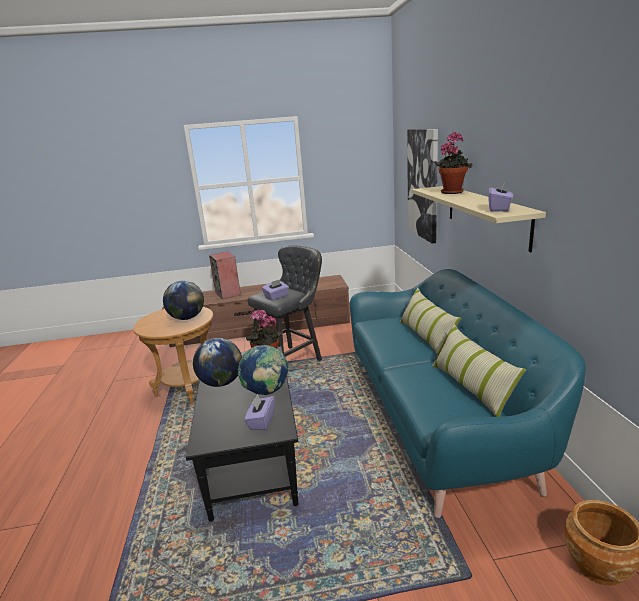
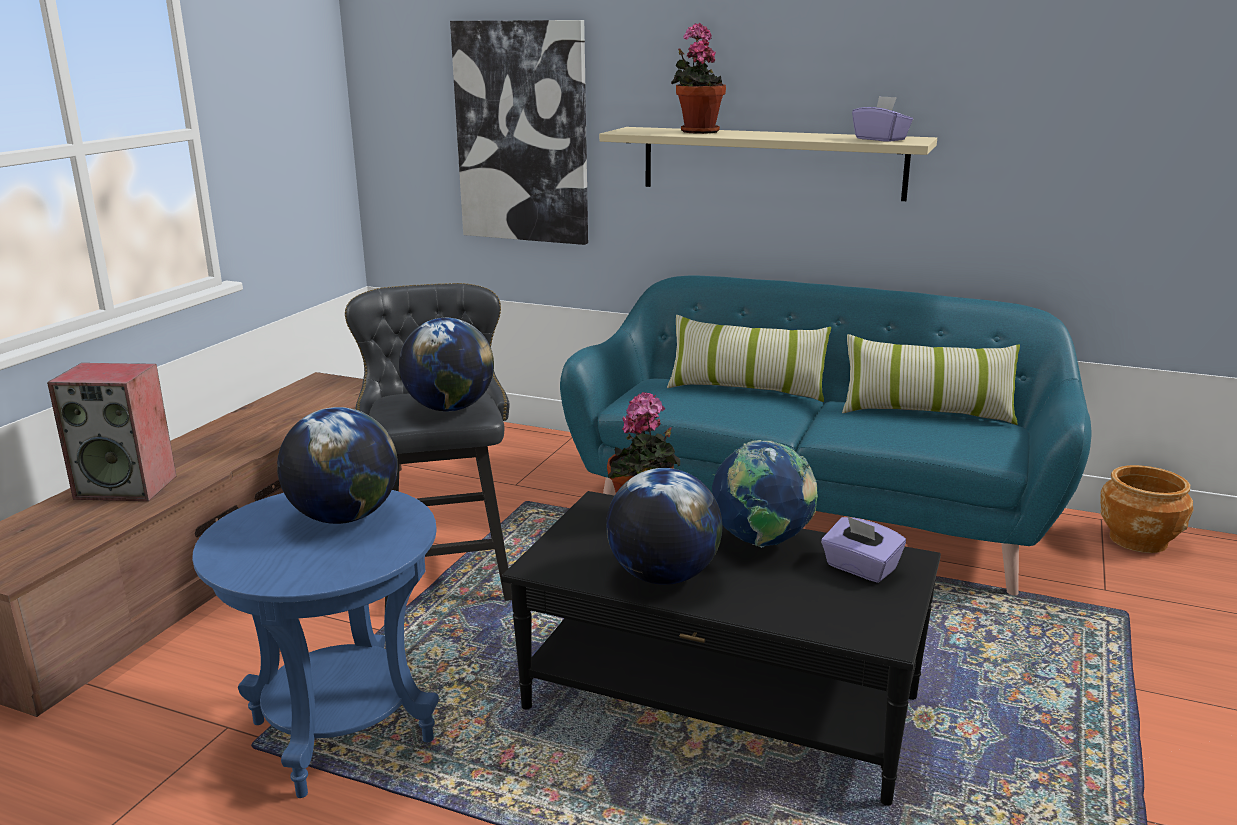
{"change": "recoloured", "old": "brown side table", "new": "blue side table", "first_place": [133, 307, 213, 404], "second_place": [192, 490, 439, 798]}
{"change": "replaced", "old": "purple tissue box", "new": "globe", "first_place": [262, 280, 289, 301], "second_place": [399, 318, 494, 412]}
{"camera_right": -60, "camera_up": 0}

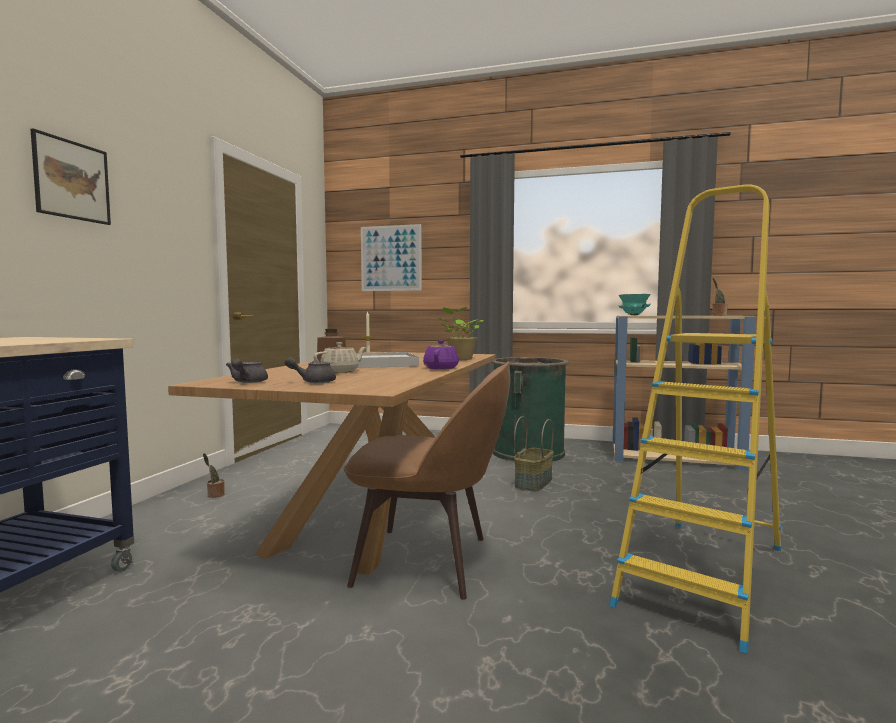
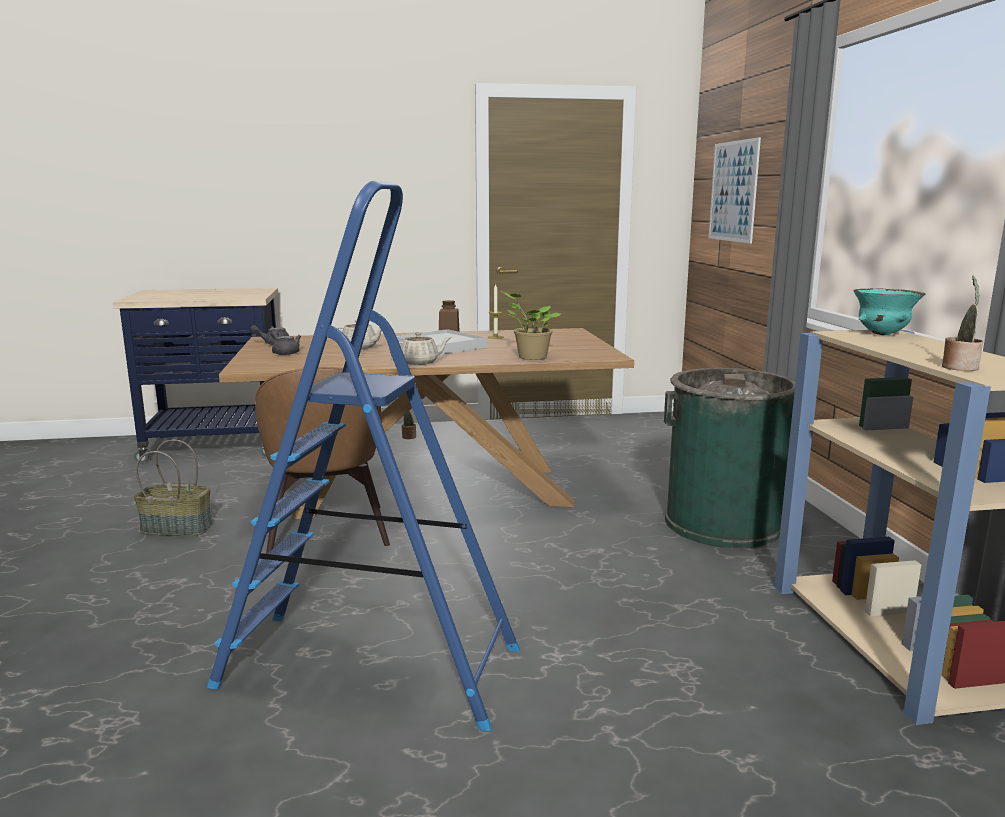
{"change": "moved", "old": "basket", "first_place": [514, 416, 554, 491], "second_place": [134, 439, 212, 536]}
{"change": "recoloured", "old": "yellow step ladder", "new": "blue step ladder", "first_place": [609, 184, 781, 654], "second_place": [207, 181, 520, 731]}
{"change": "recoloured", "old": "purple teapot", "new": "beige teapot", "first_place": [423, 340, 459, 369], "second_place": [389, 332, 451, 365]}
{"change": "removed", "old": "picture", "first_place": [31, 128, 111, 225]}
{"camera_right": 65, "camera_up": 10}

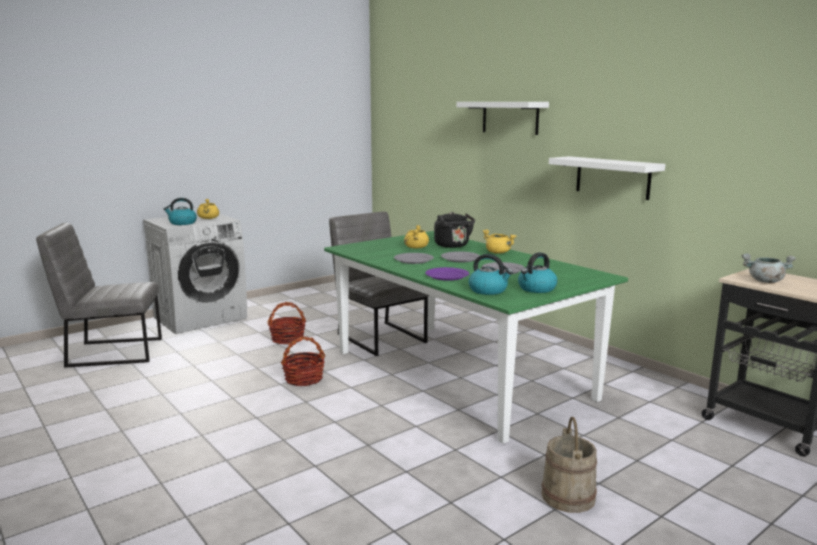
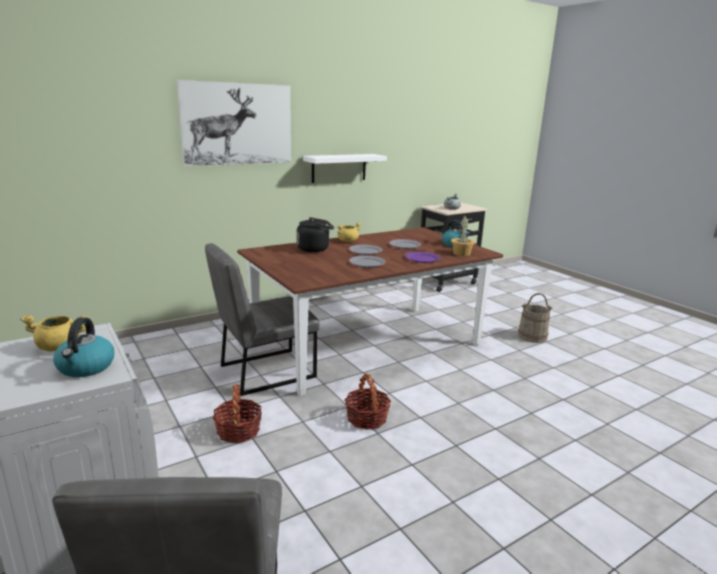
{"change": "replaced", "old": "white shelf", "new": "picture", "first_place": [456, 102, 549, 135], "second_place": [177, 80, 291, 166]}
{"change": "recoloured", "old": "green dining table", "new": "brown dining table", "first_place": [324, 231, 628, 444], "second_place": [237, 227, 503, 396]}
{"change": "replaced", "old": "kettle", "new": "potted plant", "first_place": [468, 254, 513, 295], "second_place": [451, 215, 475, 256]}
{"change": "removed", "old": "yellow cooking pot", "first_place": [404, 225, 429, 248]}
{"camera_right": -85, "camera_up": 5}

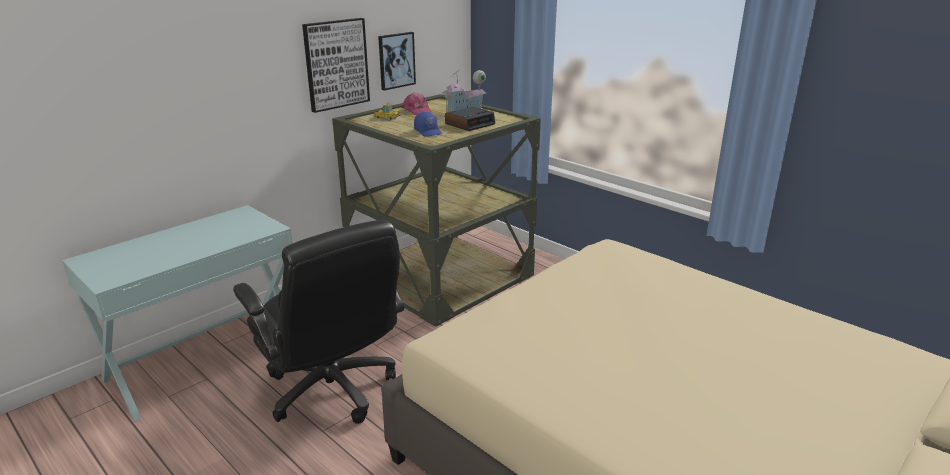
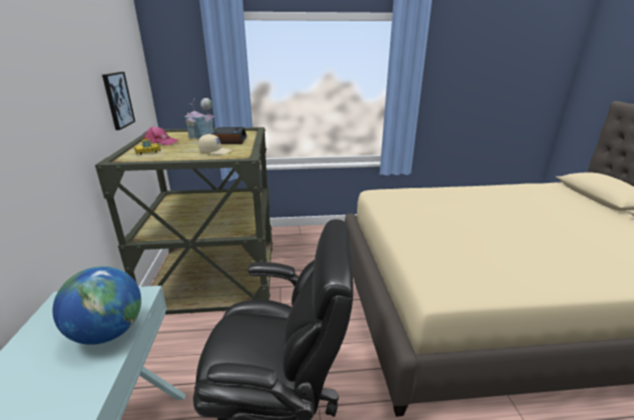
{"change": "added", "new": "globe", "second_place": [53, 266, 141, 345]}
{"change": "recoloured", "old": "blue cap", "new": "beige cap", "first_place": [414, 112, 443, 137], "second_place": [198, 134, 231, 155]}
{"change": "removed", "old": "picture", "first_place": [302, 18, 370, 113]}
{"camera_right": -50, "camera_up": 0}

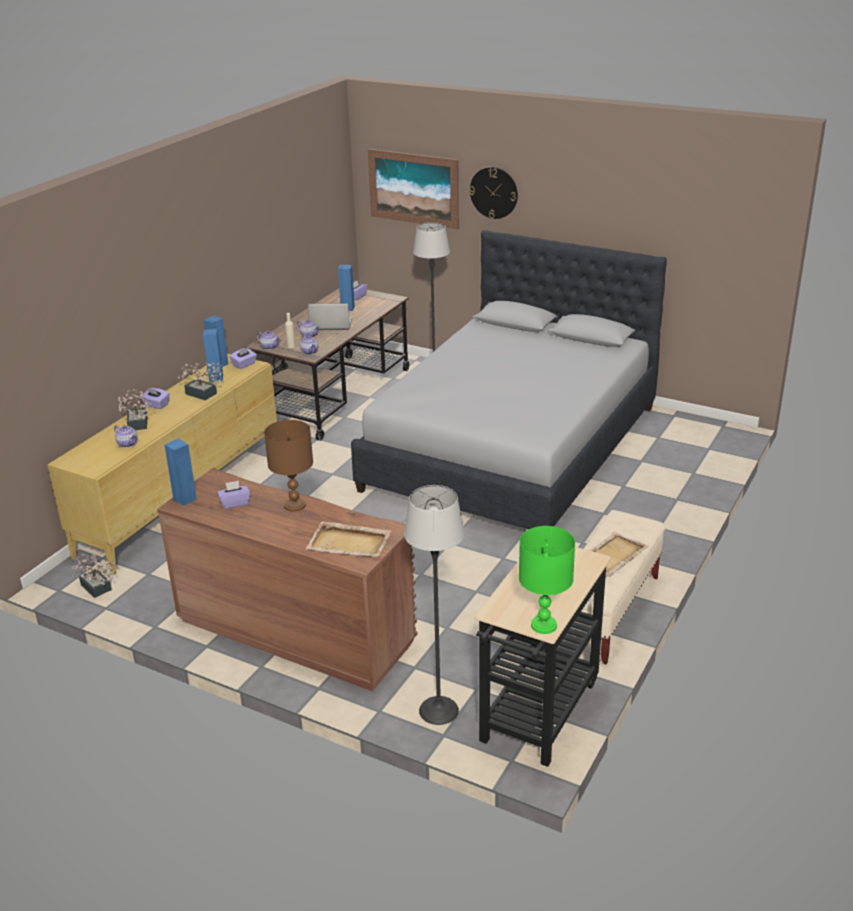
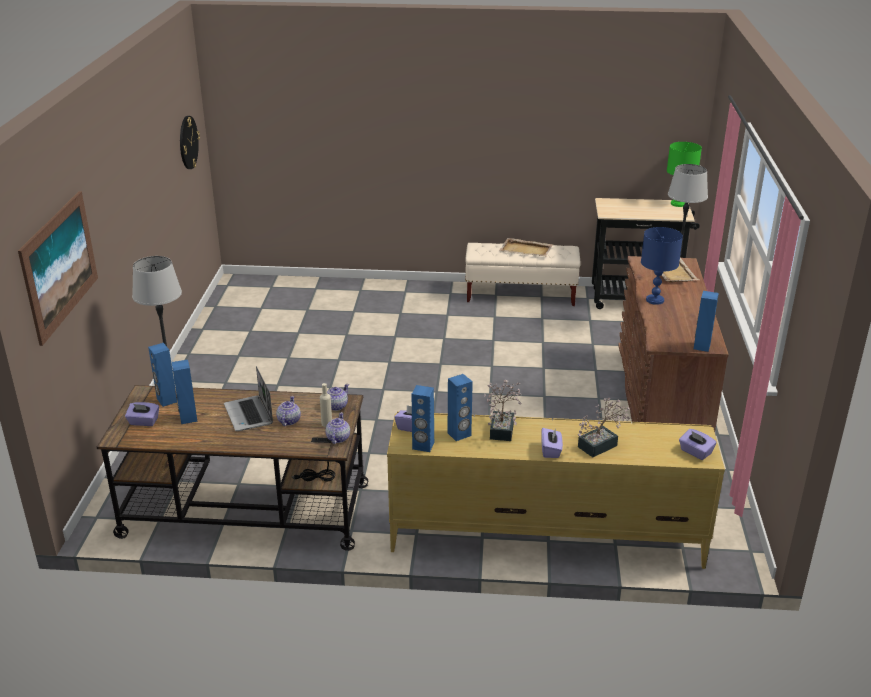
{"change": "added", "new": "blue speaker", "second_place": [148, 343, 177, 407]}
{"change": "moved", "old": "wall clock", "first_place": [469, 167, 518, 219], "second_place": [180, 116, 200, 169]}
{"change": "recoloured", "old": "brown table lamp", "new": "blue table lamp", "first_place": [264, 420, 313, 512], "second_place": [641, 227, 683, 305]}
{"change": "moved", "old": "purple tissue box", "first_place": [217, 481, 250, 509], "second_place": [679, 429, 717, 460]}
{"change": "removed", "old": "potted plant", "first_place": [71, 554, 115, 598]}
{"change": "removed", "old": "teapot", "first_place": [114, 425, 138, 448]}
{"change": "removed", "old": "grey bed", "first_place": [351, 230, 667, 529]}
{"camera_right": -115, "camera_up": 0}

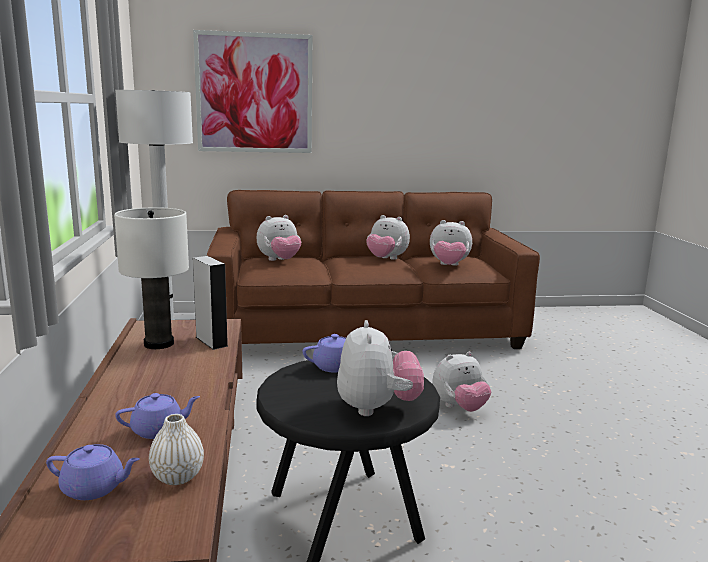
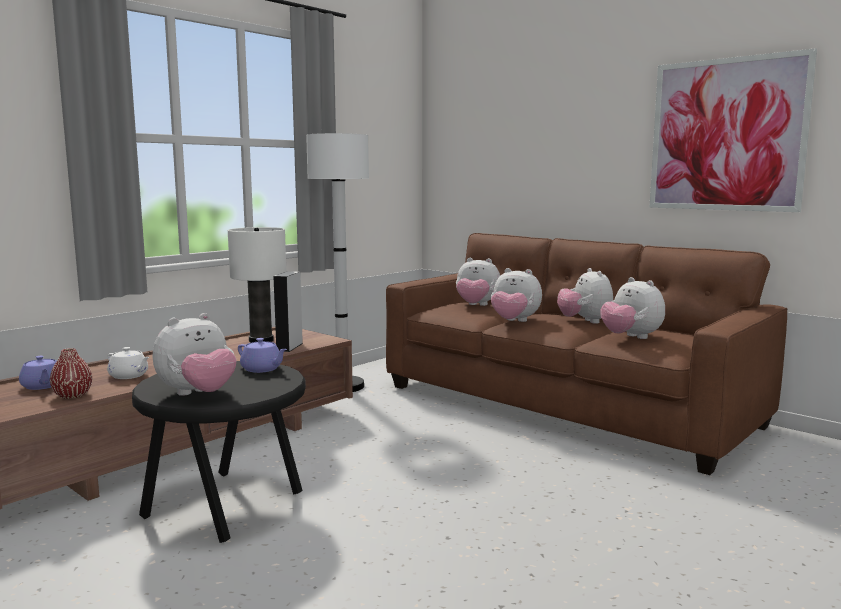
{"change": "recoloured", "old": "white vase", "new": "red vase", "first_place": [149, 414, 204, 485], "second_place": [50, 348, 92, 399]}
{"change": "recoloured", "old": "purple teapot", "new": "white teapot", "first_place": [115, 393, 200, 439], "second_place": [107, 347, 150, 379]}
{"change": "moved", "old": "plush toy", "first_place": [432, 352, 491, 412], "second_place": [491, 268, 542, 322]}
{"change": "moved", "old": "picture", "first_place": [193, 30, 312, 153], "second_place": [649, 48, 817, 212]}
{"camera_right": 50, "camera_up": -5}

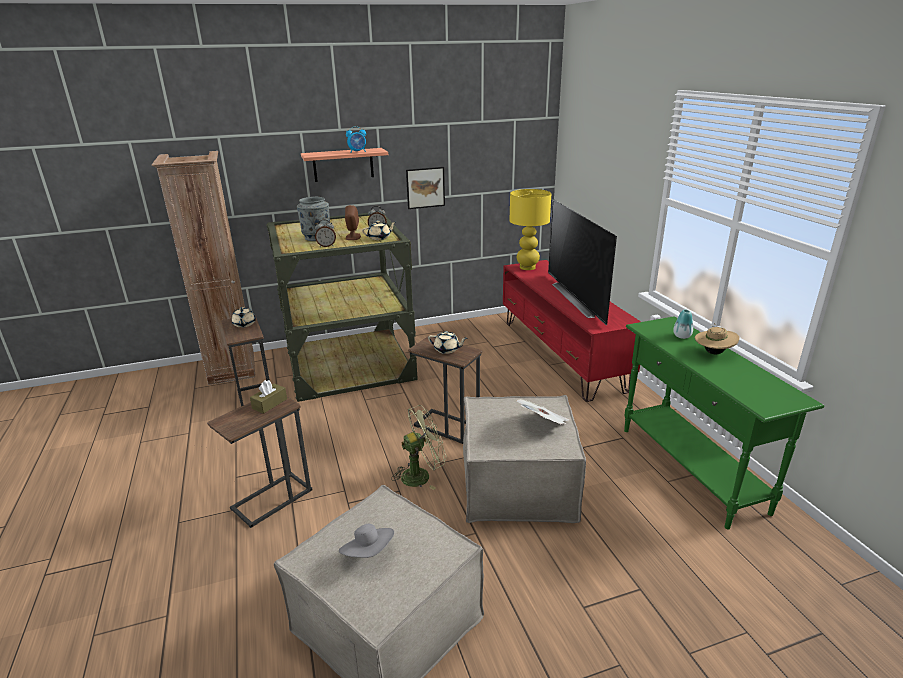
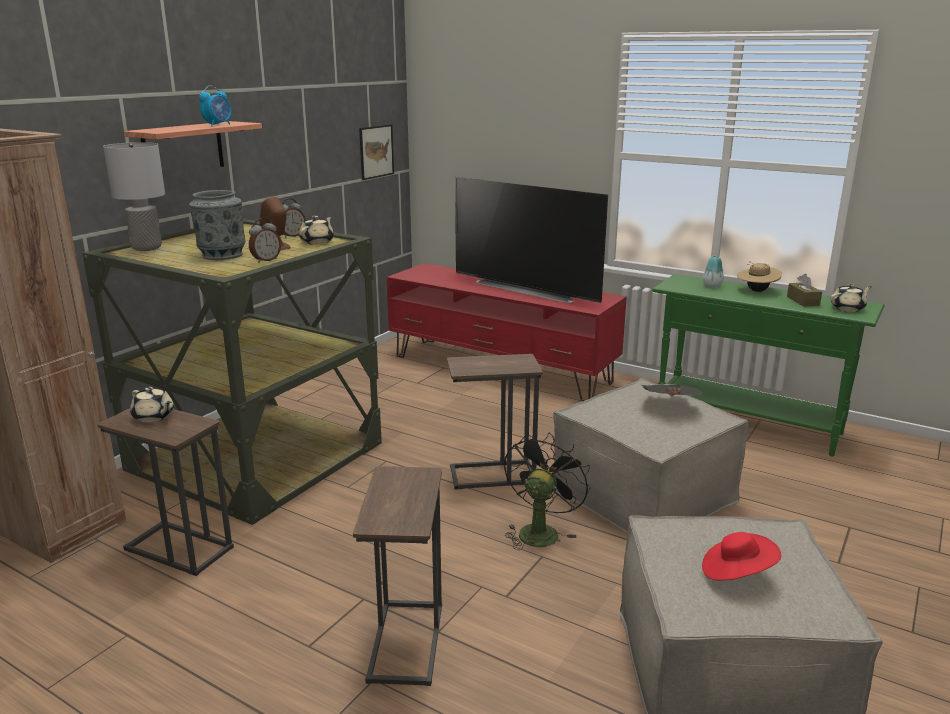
{"change": "added", "new": "grey table lamp", "second_place": [103, 142, 165, 251]}
{"change": "moved", "old": "picture", "first_place": [406, 167, 445, 209], "second_place": [359, 124, 394, 180]}
{"change": "recoloured", "old": "green fan", "new": "black fan", "first_place": [391, 405, 446, 490], "second_place": [504, 432, 591, 550]}
{"change": "recoloured", "old": "grey hat", "new": "red hat", "first_place": [339, 524, 394, 558], "second_place": [702, 532, 781, 580]}
{"change": "moved", "old": "brown tissue box", "first_place": [250, 380, 287, 414], "second_place": [787, 274, 822, 307]}
{"change": "moved", "old": "beige teapot", "first_place": [428, 331, 467, 354], "second_place": [831, 284, 871, 312]}
{"change": "removed", "old": "yellow table lamp", "first_place": [509, 189, 551, 270]}
{"camera_right": -40, "camera_up": -5}

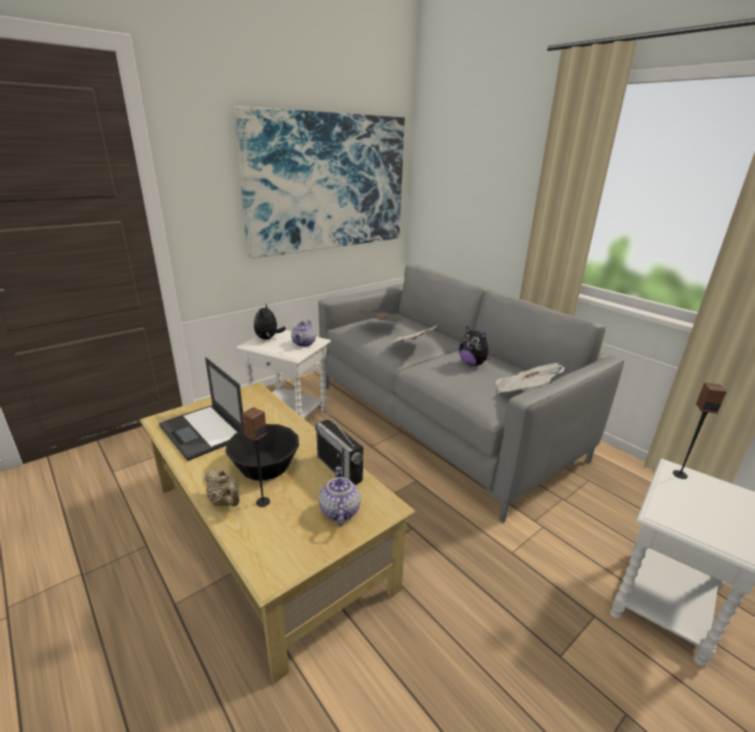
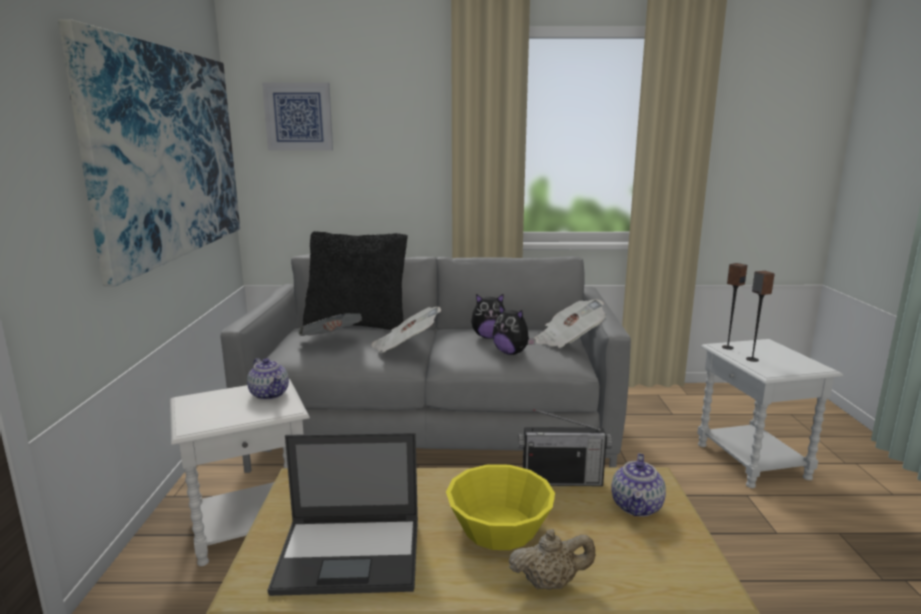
{"change": "added", "new": "picture", "second_place": [262, 83, 333, 151]}
{"change": "added", "new": "black pillow", "second_place": [302, 231, 408, 330]}
{"change": "recoloured", "old": "black bowl", "new": "yellow bowl", "first_place": [225, 424, 299, 481], "second_place": [446, 464, 555, 550]}
{"change": "moved", "old": "plush toy", "first_place": [254, 304, 286, 340], "second_place": [493, 305, 536, 355]}
{"change": "turned", "old": "teapot", "first_place": [319, 466, 361, 526], "second_place": [611, 453, 666, 517], "degrees": -105}
{"change": "moved", "old": "speaker", "first_place": [242, 407, 270, 507], "second_place": [746, 271, 775, 362]}
{"camera_right": -50, "camera_up": -10}

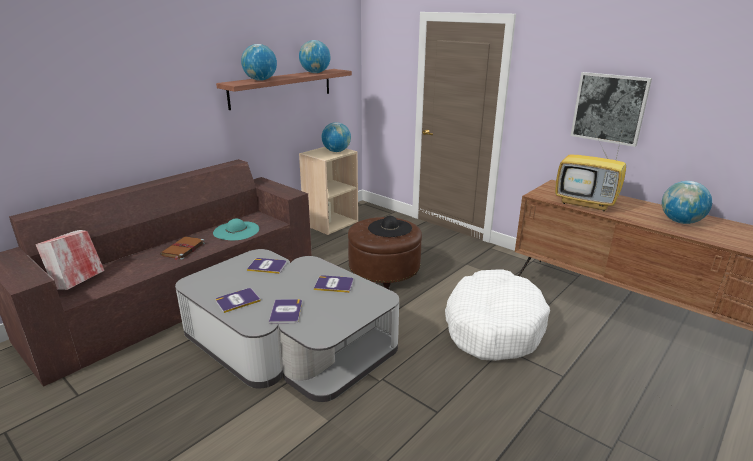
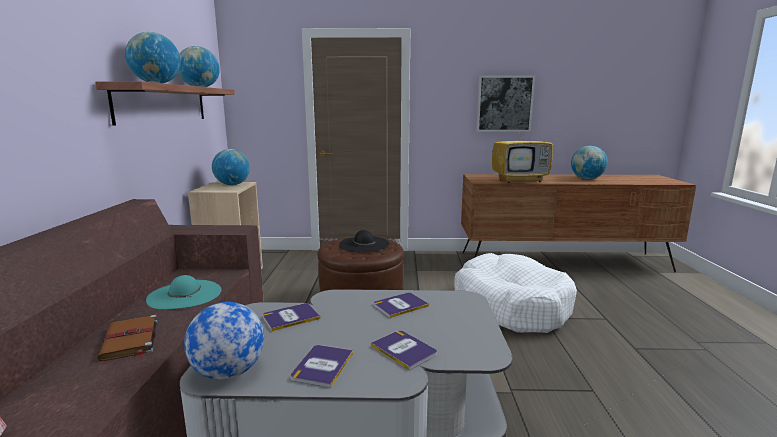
{"change": "added", "new": "globe", "second_place": [184, 302, 264, 380]}
{"camera_right": -40, "camera_up": -10}

